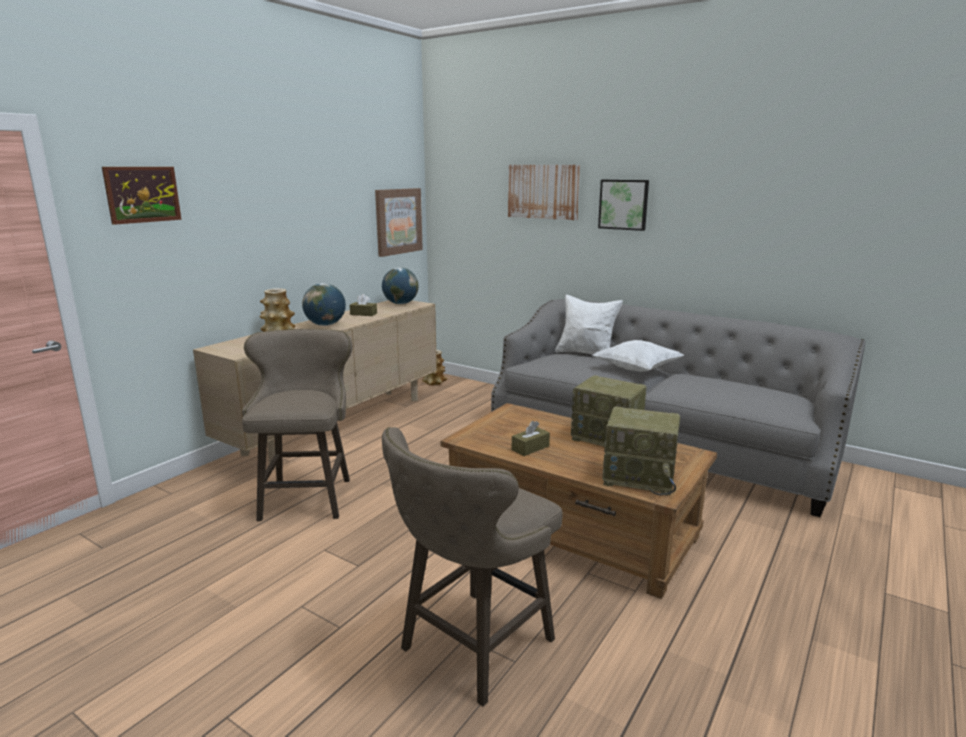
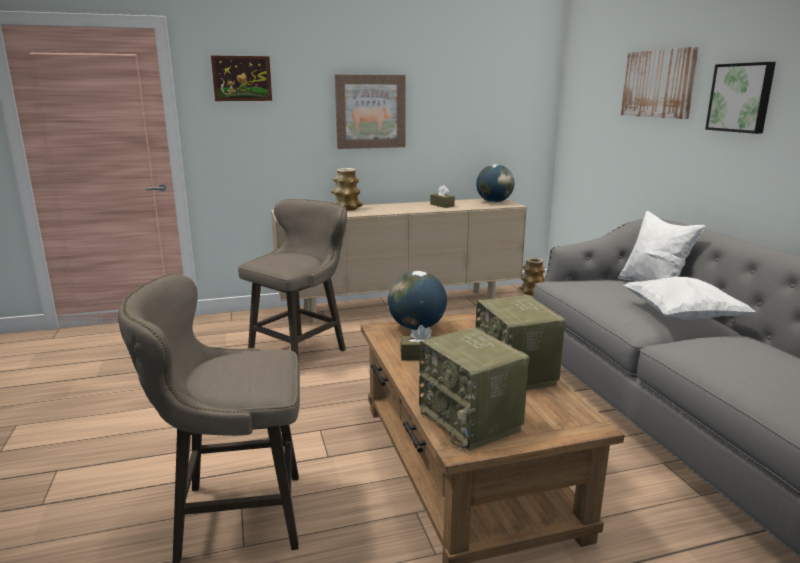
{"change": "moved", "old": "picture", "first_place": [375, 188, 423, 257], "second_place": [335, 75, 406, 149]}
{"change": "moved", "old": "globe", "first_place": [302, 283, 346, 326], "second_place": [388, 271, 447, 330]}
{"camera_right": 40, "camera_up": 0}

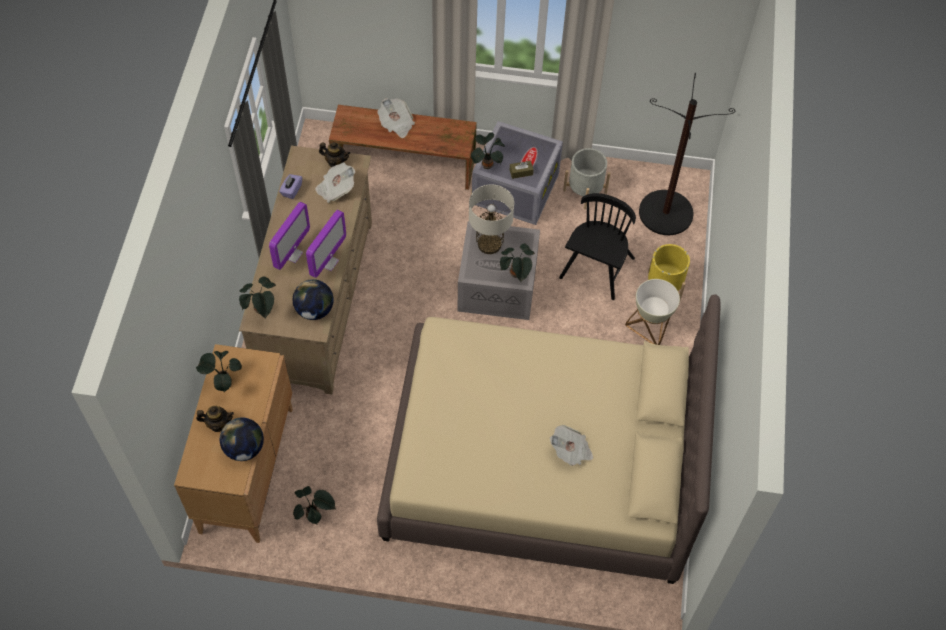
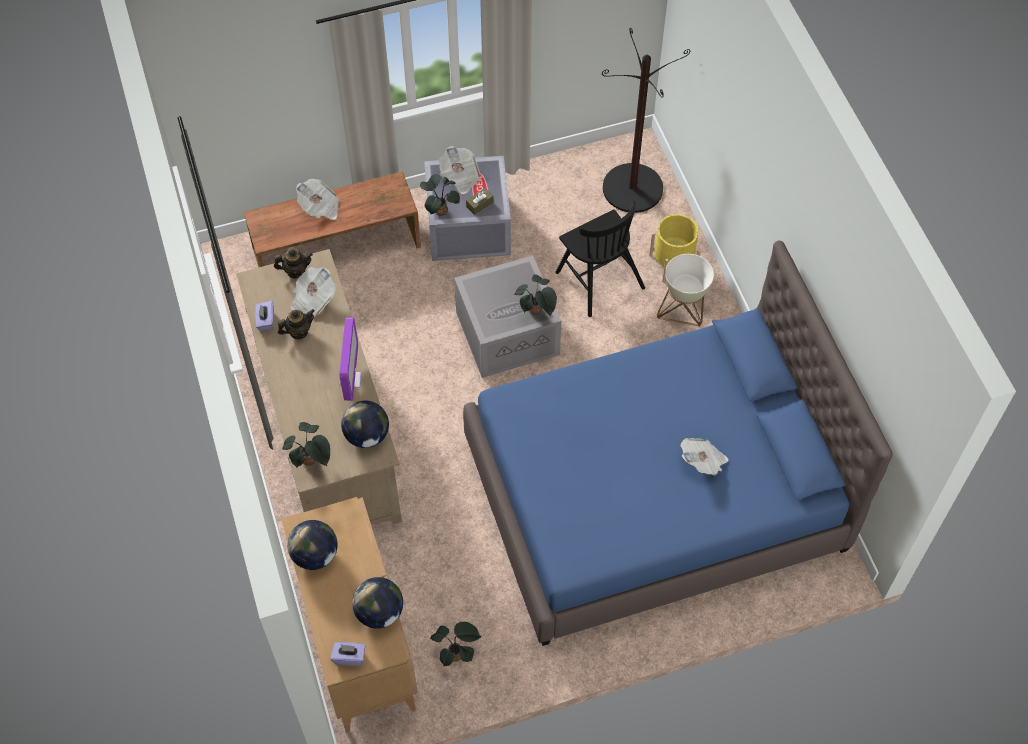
{"change": "moved", "old": "teapot", "first_place": [196, 406, 234, 432], "second_place": [278, 309, 315, 339]}
{"change": "replaced", "old": "potted plant", "new": "globe", "first_place": [196, 351, 242, 392], "second_place": [287, 520, 338, 570]}
{"change": "added", "new": "purple tissue box", "second_place": [331, 642, 365, 666]}
{"change": "added", "new": "newspaper", "second_place": [439, 146, 481, 194]}
{"change": "recoloured", "old": "beige bed", "new": "blue bed", "first_place": [377, 294, 721, 584], "second_place": [463, 240, 893, 646]}
{"change": "turned", "old": "black chair", "first_place": [559, 193, 636, 300], "second_place": [556, 199, 645, 317], "degrees": 150}
{"change": "removed", "old": "monitor", "first_place": [269, 202, 310, 270]}
{"change": "removed", "old": "table lamp", "first_place": [469, 184, 514, 254]}
{"change": "removed", "old": "grey planter", "first_place": [563, 148, 611, 209]}
{"camera_right": -25, "camera_up": 0}

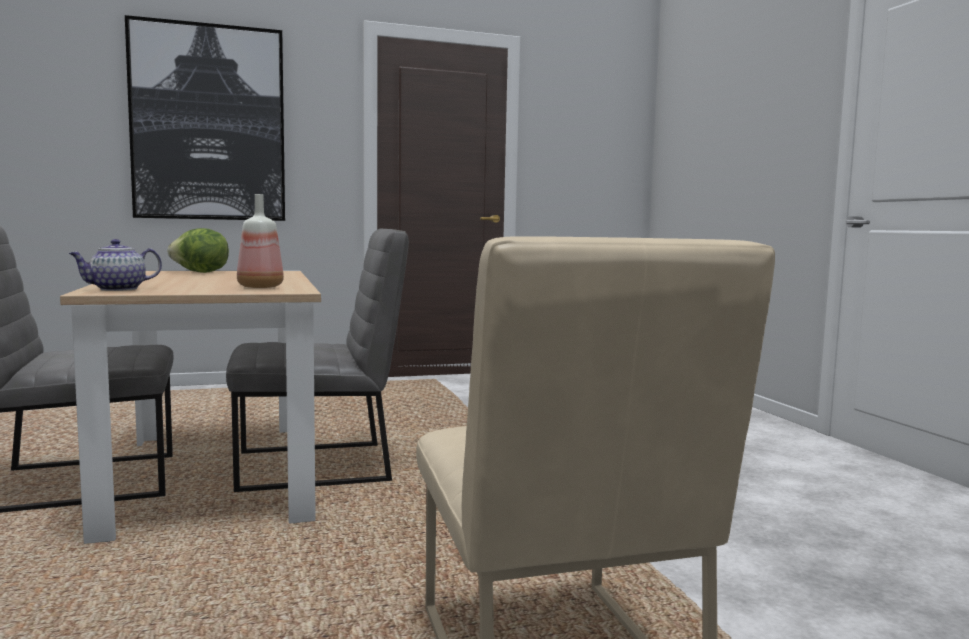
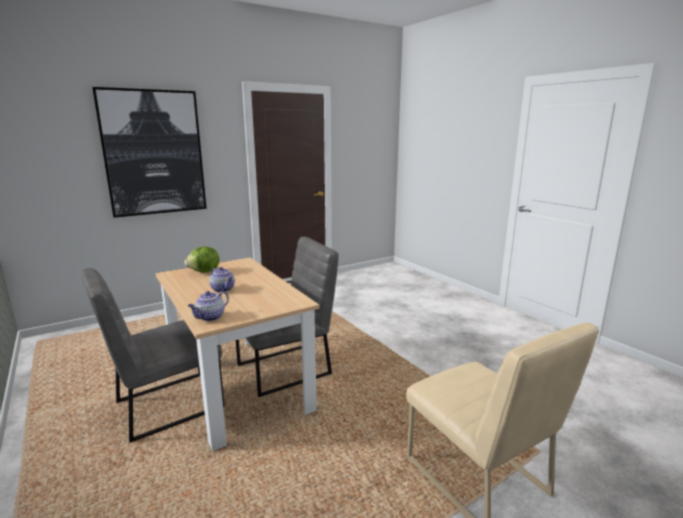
{"change": "added", "new": "teapot", "second_place": [209, 267, 235, 292]}
{"change": "removed", "old": "bottle", "first_place": [237, 194, 284, 288]}
{"camera_right": -15, "camera_up": 10}

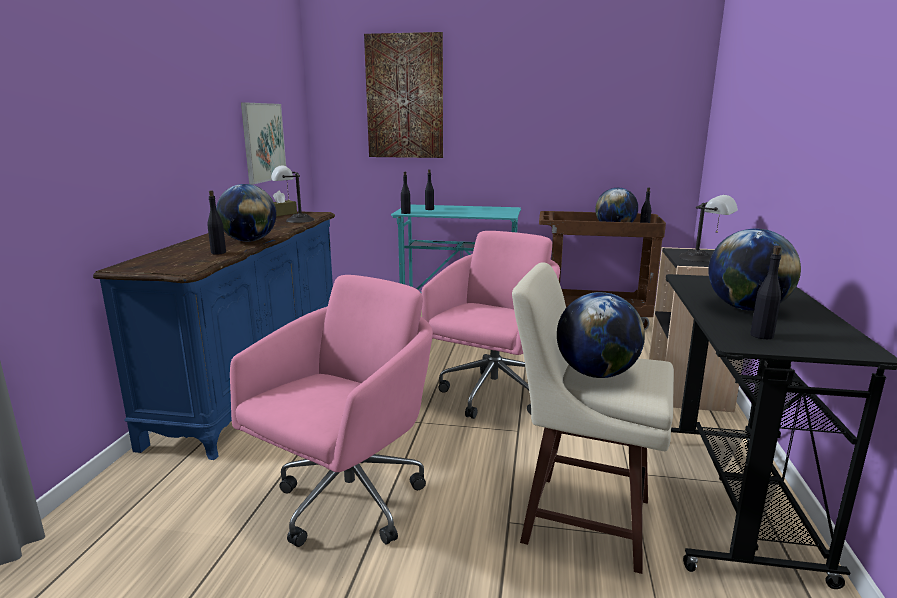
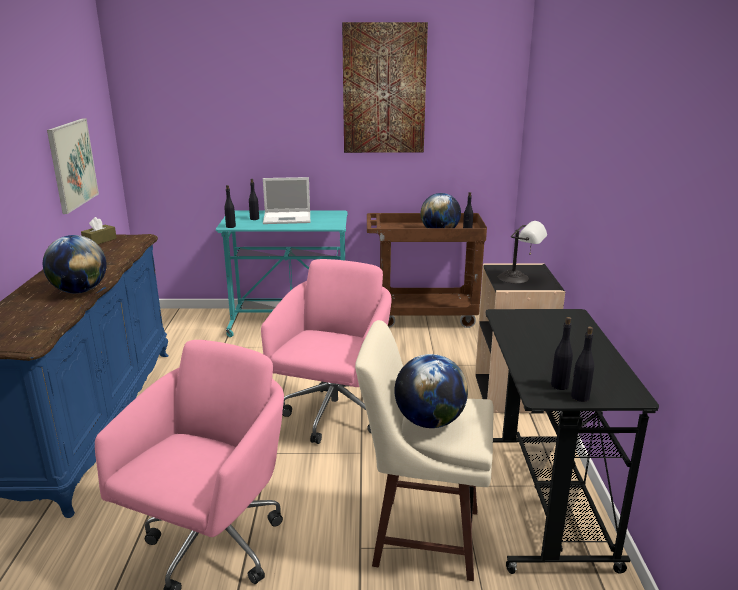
{"change": "added", "new": "laptop", "second_place": [263, 177, 310, 224]}
{"change": "moved", "old": "picture", "first_place": [364, 32, 443, 158], "second_place": [342, 22, 428, 153]}
{"change": "moved", "old": "black bottle", "first_place": [207, 190, 226, 255], "second_place": [571, 327, 594, 402]}
{"change": "removed", "old": "table lamp", "first_place": [271, 165, 315, 223]}
{"change": "removed", "old": "globe", "first_place": [708, 228, 801, 311]}
{"camera_right": -10, "camera_up": 5}

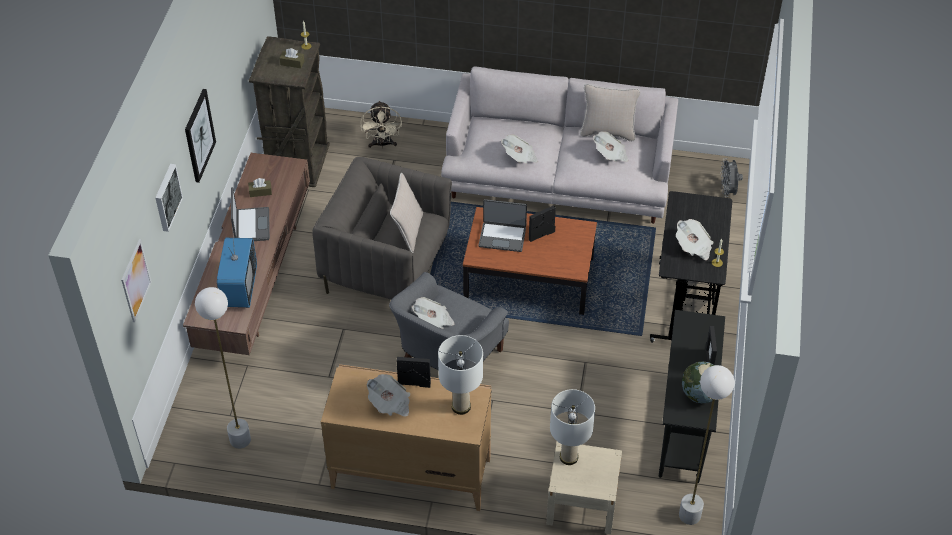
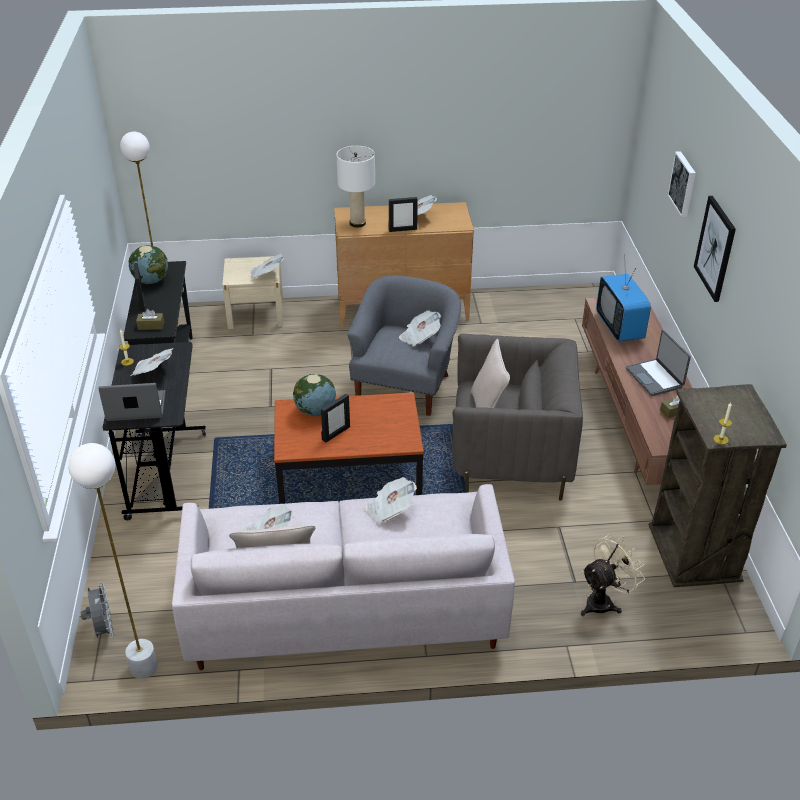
{"change": "moved", "old": "white floor lamp", "first_place": [195, 287, 251, 449], "second_place": [69, 443, 158, 679]}
{"change": "moved", "old": "laptop", "first_place": [478, 199, 527, 252], "second_place": [98, 383, 166, 421]}
{"change": "moved", "old": "brown tissue box", "first_place": [280, 48, 304, 68], "second_place": [136, 309, 164, 330]}
{"change": "replaced", "old": "white table lamp", "new": "newspaper", "first_place": [550, 389, 595, 465], "second_place": [250, 254, 284, 279]}
{"change": "added", "new": "globe", "second_place": [293, 374, 336, 416]}
{"change": "turned", "old": "beige fan", "first_place": [360, 100, 402, 148], "second_place": [581, 534, 645, 616], "degrees": 75}
{"change": "removed", "old": "picture", "first_place": [121, 239, 152, 322]}
{"camera_right": 165, "camera_up": -10}

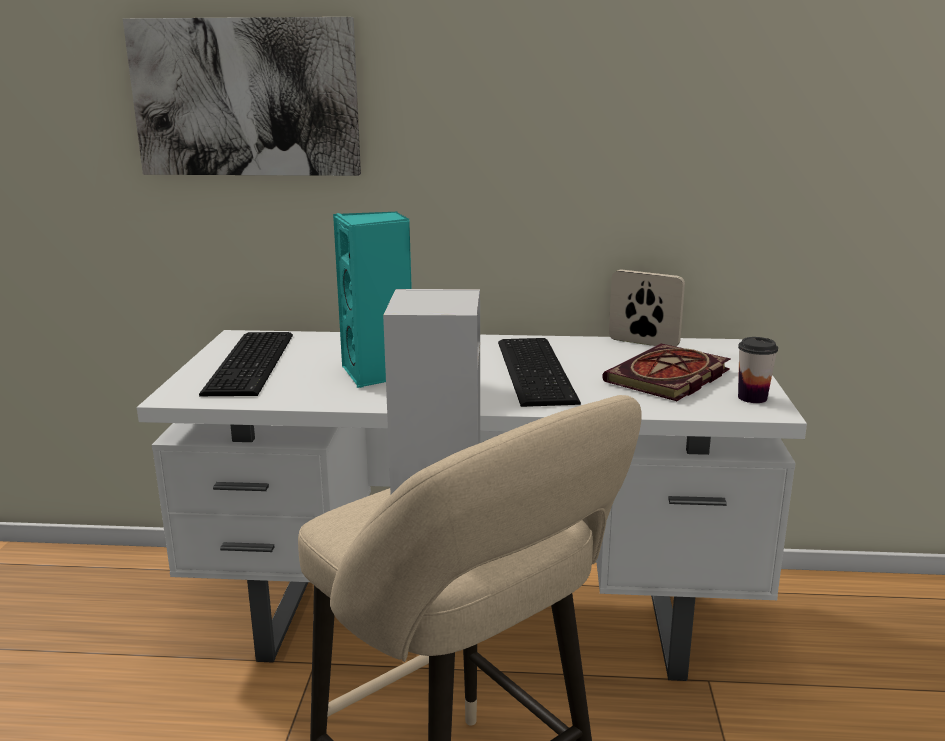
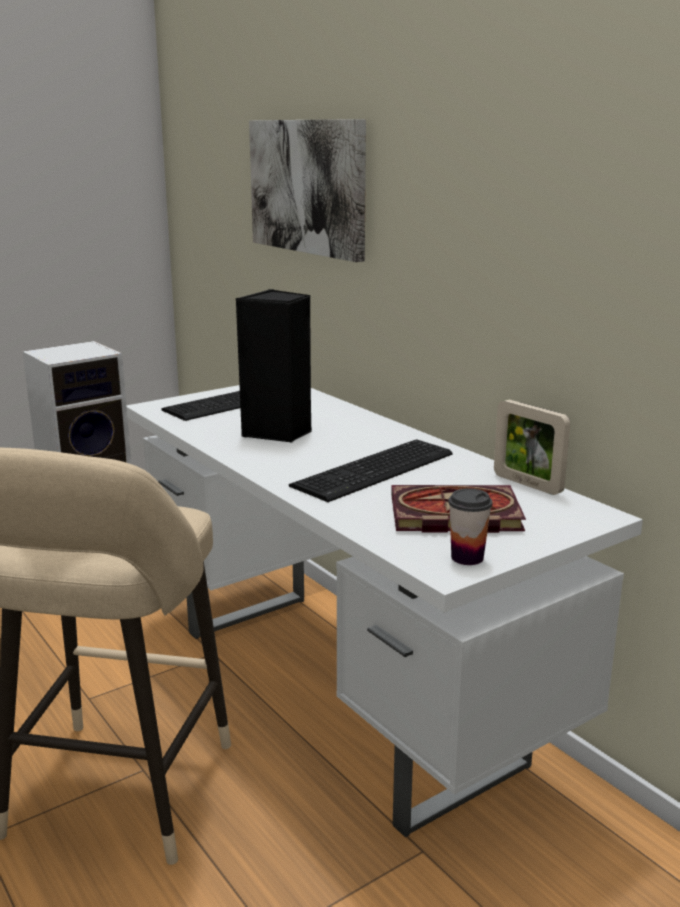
{"change": "recoloured", "old": "turquoise speaker", "new": "black speaker", "first_place": [333, 212, 412, 388], "second_place": [236, 289, 312, 442]}
{"change": "turned", "old": "picture frame", "first_place": [609, 270, 685, 347], "second_place": [494, 399, 570, 495], "degrees": 150}
{"camera_right": 50, "camera_up": 0}

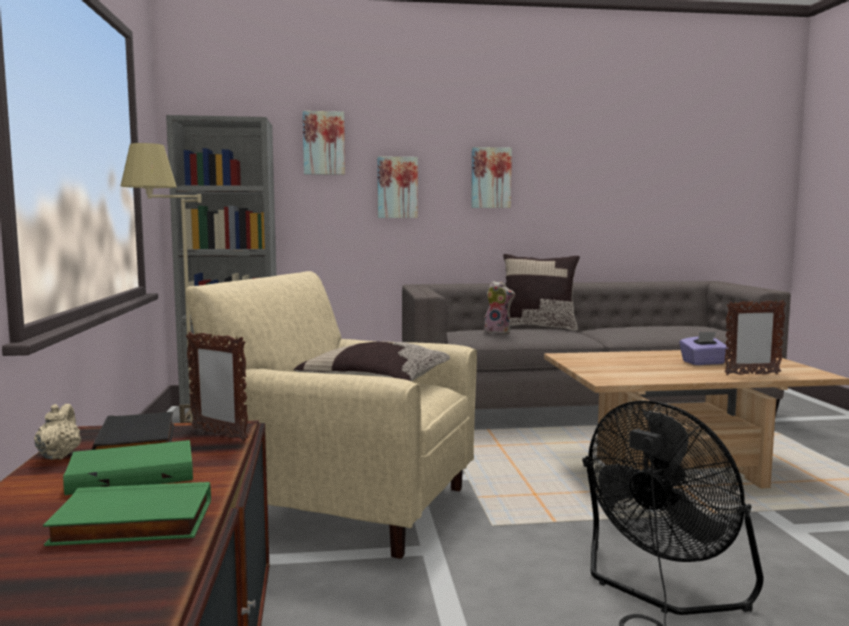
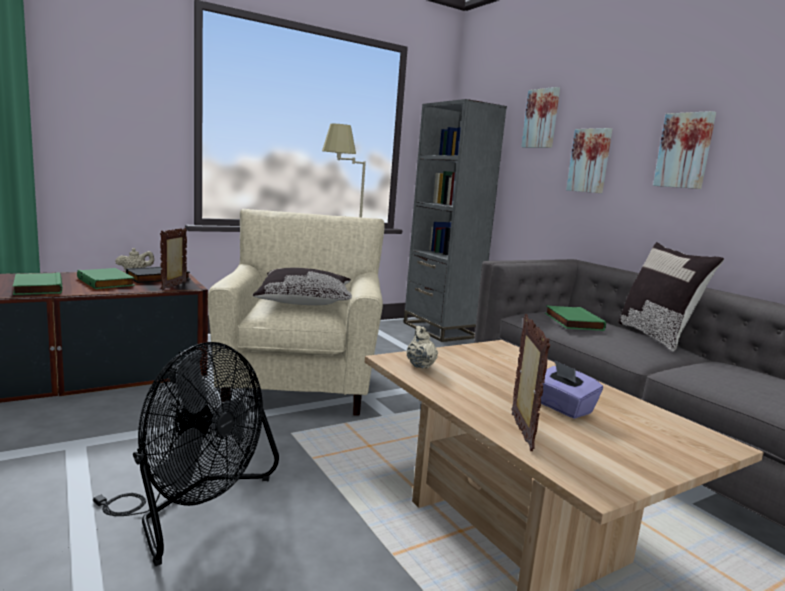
{"change": "added", "new": "beige teapot", "second_place": [406, 326, 438, 368]}
{"change": "turned", "old": "picture frame", "first_place": [724, 300, 786, 375], "second_place": [511, 314, 550, 451], "degrees": -150}
{"change": "replaced", "old": "plush toy", "new": "green book", "first_place": [484, 281, 515, 335], "second_place": [545, 305, 606, 331]}
{"camera_right": 65, "camera_up": 5}

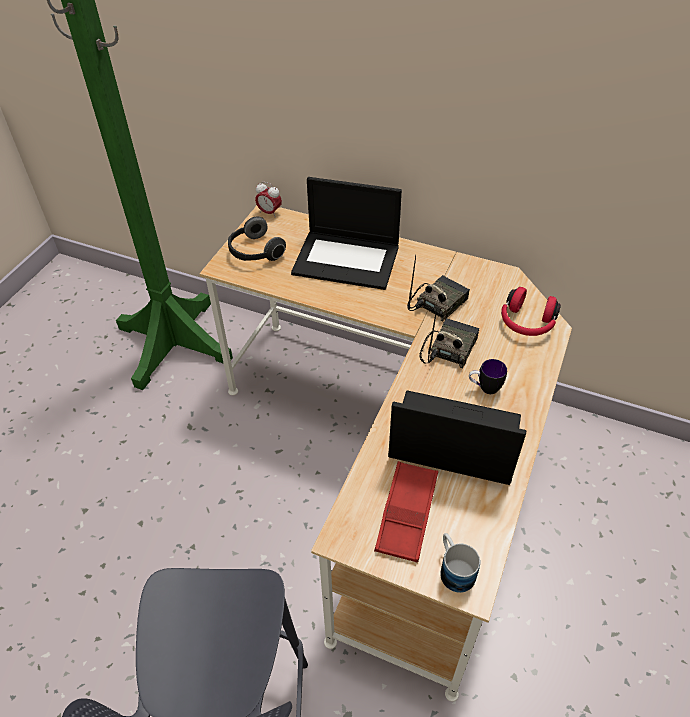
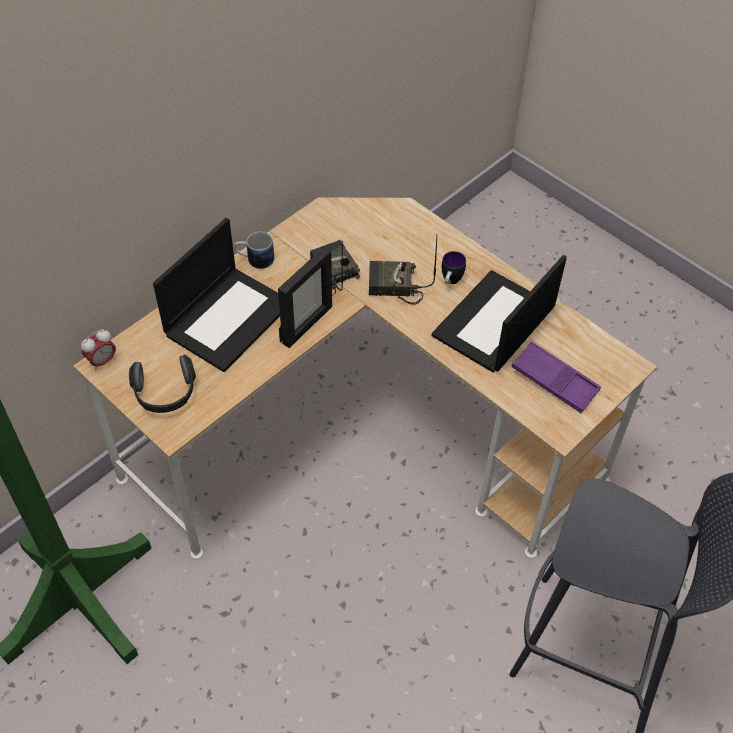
{"change": "moved", "old": "mug", "first_place": [440, 533, 480, 593], "second_place": [234, 231, 274, 269]}
{"change": "added", "new": "picture frame", "second_place": [278, 247, 332, 348]}
{"change": "turned", "old": "radio", "first_place": [419, 309, 480, 368], "second_place": [369, 237, 437, 305], "degrees": -45}
{"change": "recoloured", "old": "red tray", "new": "purple tray", "first_place": [374, 461, 438, 563], "second_place": [511, 341, 601, 413]}
{"change": "removed", "old": "red headphones", "first_place": [501, 287, 561, 336]}
{"camera_right": -70, "camera_up": 5}

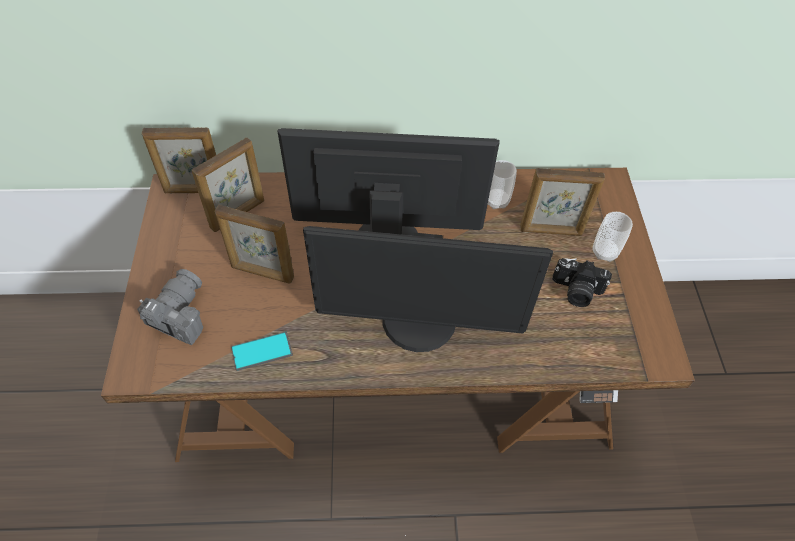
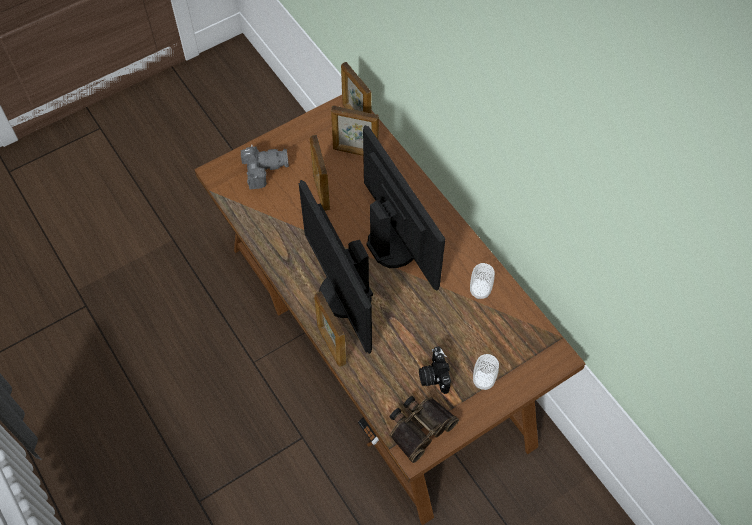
{"change": "moved", "old": "picture frame", "first_place": [520, 168, 605, 236], "second_place": [314, 291, 346, 367]}
{"change": "added", "new": "binoculars", "second_place": [390, 396, 459, 463]}
{"change": "removed", "old": "phone", "first_place": [231, 332, 293, 371]}
{"camera_right": 60, "camera_up": 5}

